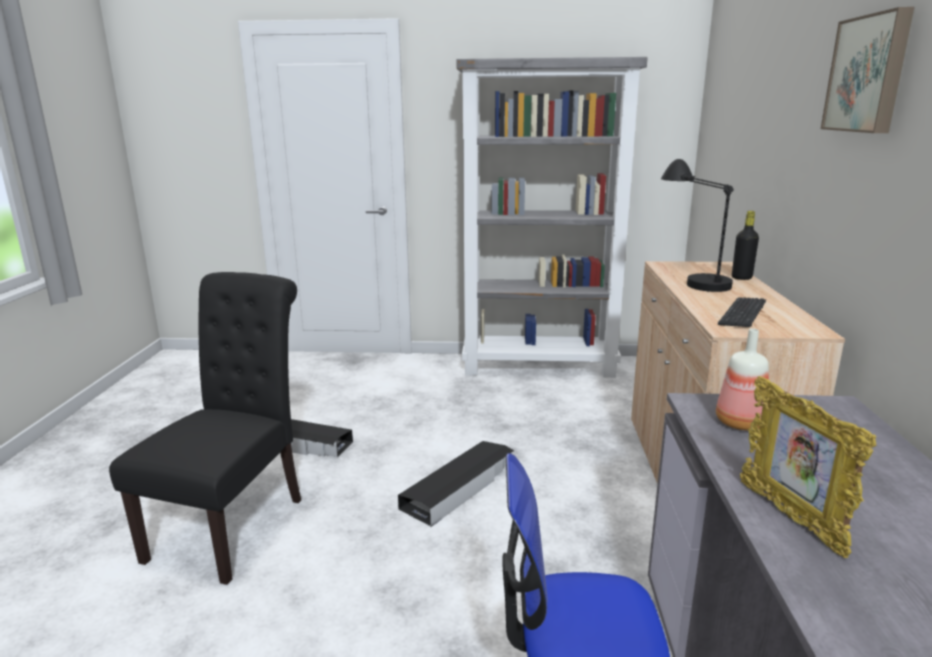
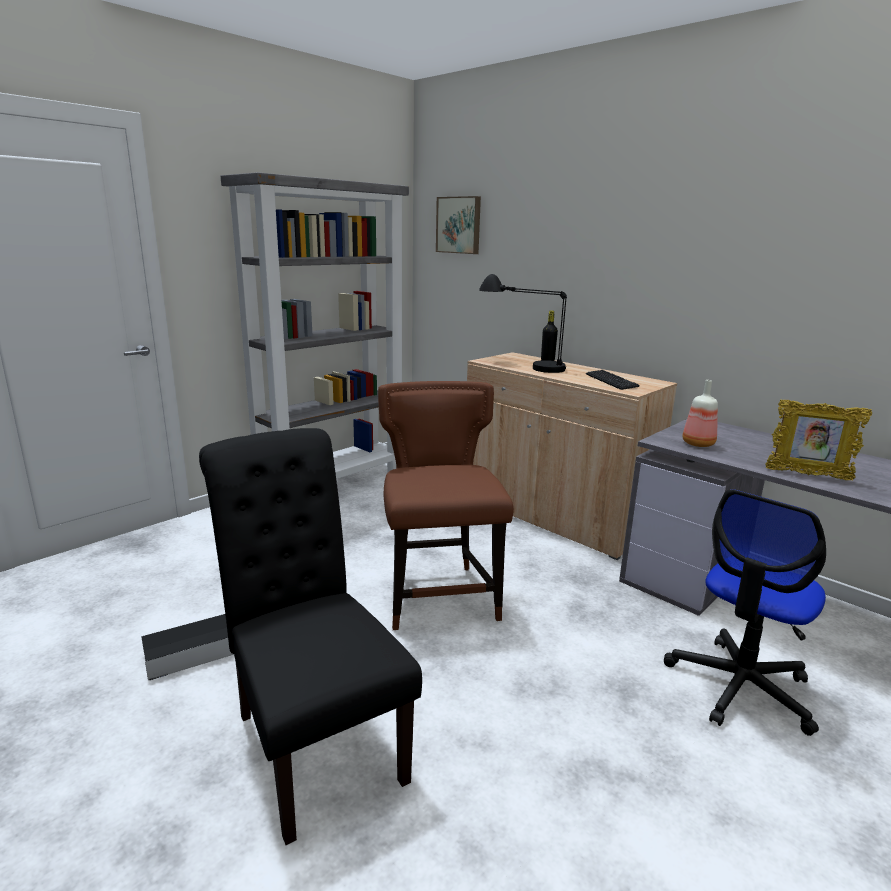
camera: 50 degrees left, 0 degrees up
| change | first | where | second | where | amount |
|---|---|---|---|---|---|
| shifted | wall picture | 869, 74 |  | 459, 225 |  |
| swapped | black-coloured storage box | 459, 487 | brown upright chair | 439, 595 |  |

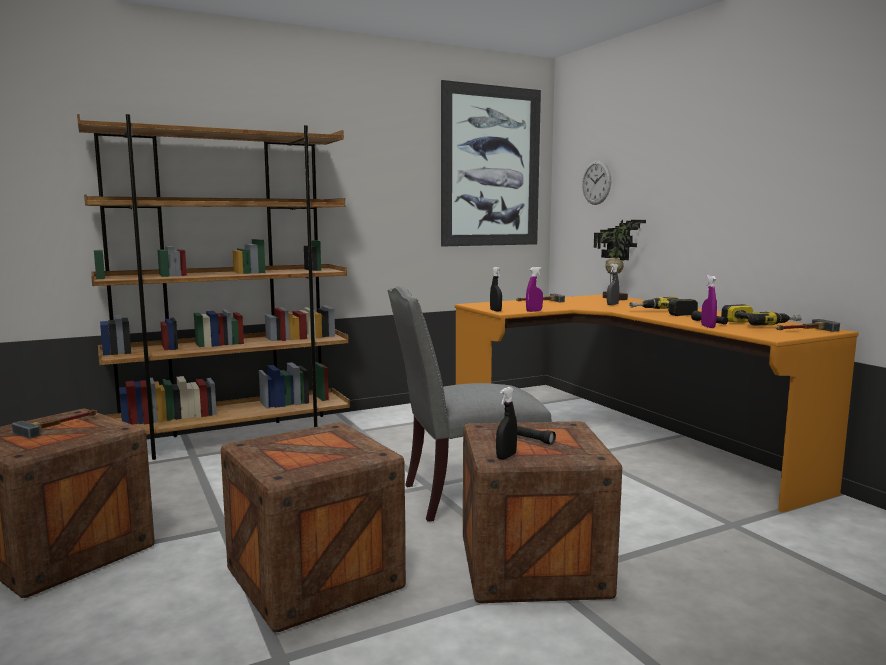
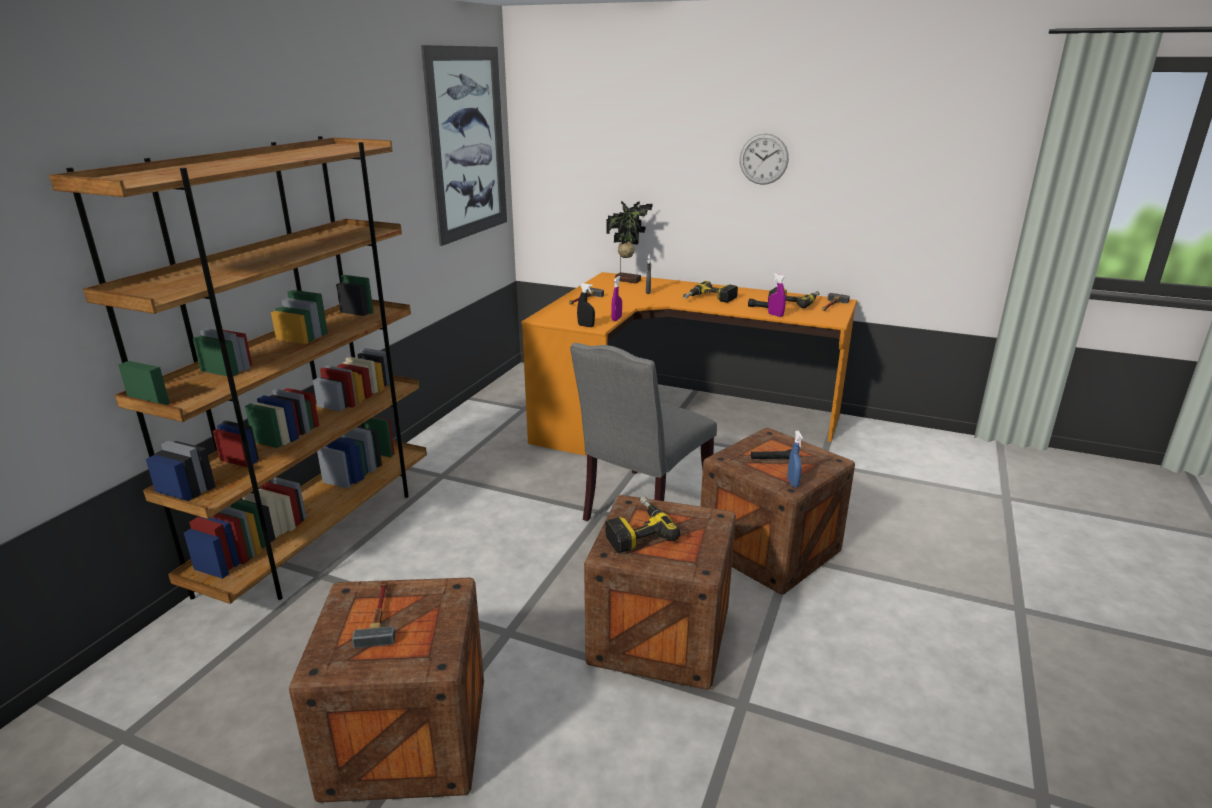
camera: 40 degrees left, 15 degrees up
| change | first | where | second | where | amount |
|---|---|---|---|---|---|
| shifted | hanging clock | 596, 182 |  | 763, 159 |  |
| repainted | black-coloured hand sprayer | 506, 456 | blue hand sprayer | 792, 483 |  |
| new |  |  | electric drill | 636, 531 |  |

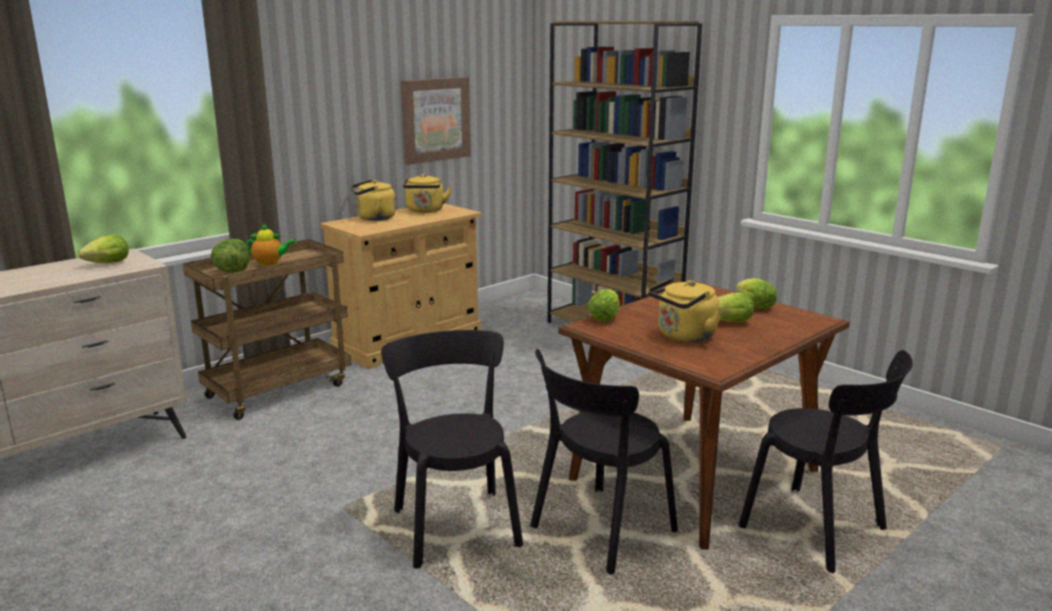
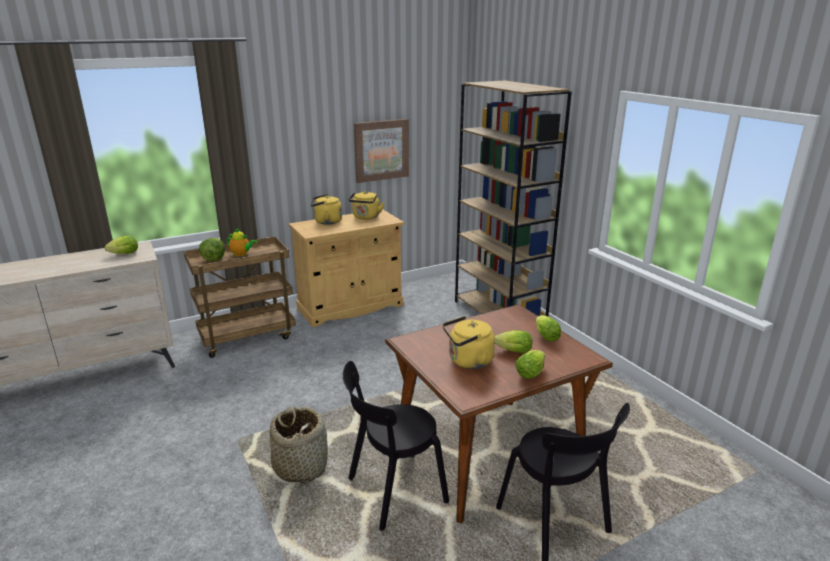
camera: 15 degrees right, 5 degrees up
| change | first | where | second | where | amount |
|---|---|---|---|---|---|
| shifted | head of lettuce | 606, 317 |  | 531, 372 |  |
| swapped | black-coloured upright chair | 455, 524 | storage basket | 301, 466 |  |

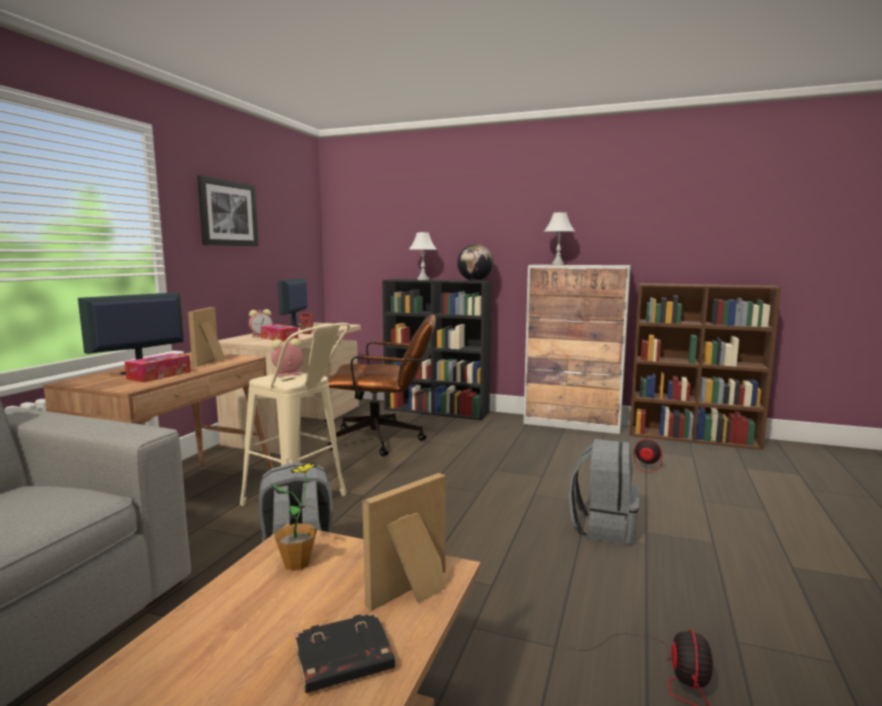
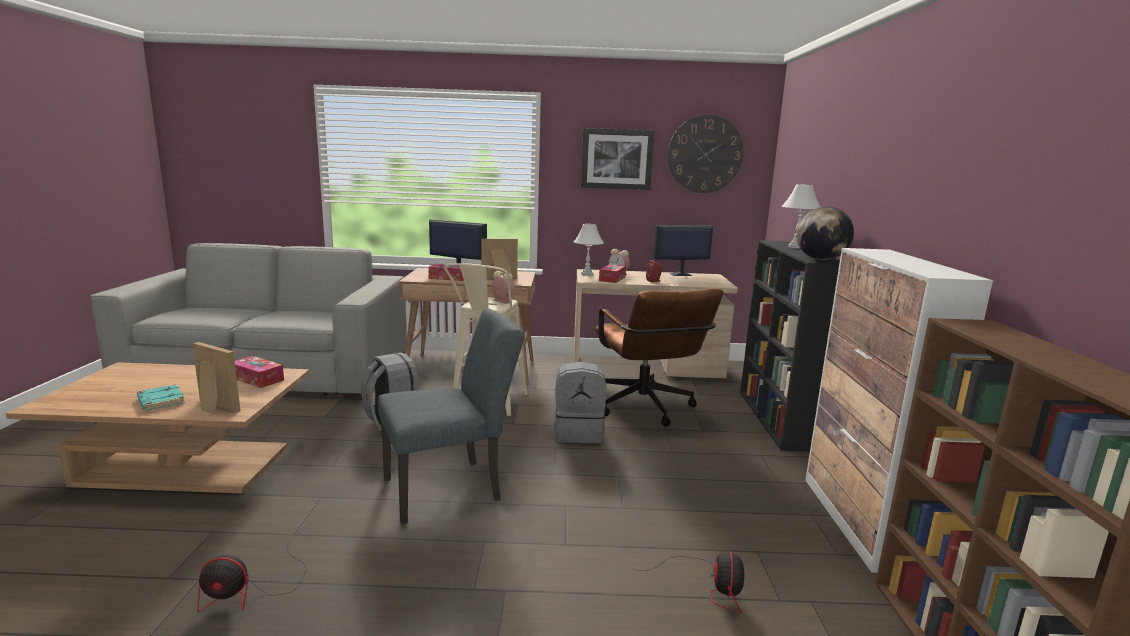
camera: 70 degrees right, 5 degrees up
| change | first | where | second | where | amount |
|---|---|---|---|---|---|
| shifted | white-coloured lamp for a table | 558, 264 |  | 587, 274 |  |
| shifted | gray knapsack | 603, 527 |  | 579, 433 |  |
| swapped | potted plant | 297, 563 | tissue holder | 257, 379 |  |
| repainted | black-coloured bound book | 343, 660 | turquoise-coloured bound book | 160, 401 |  |
| new |  |  | hanging clock | 705, 154 |  |
| new |  |  | gray upright chair | 451, 488 |  |

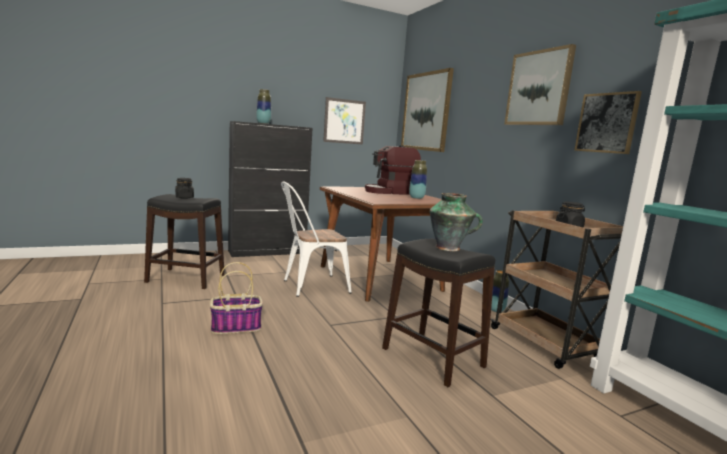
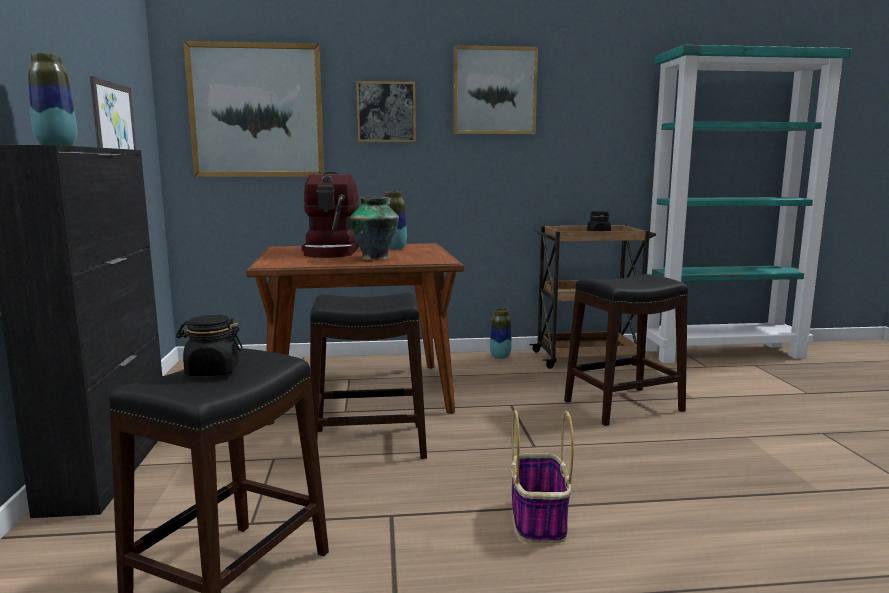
camera: 70 degrees left, 0 degrees up
| change | first | where | second | where | amount |
|---|---|---|---|---|---|
| shifted | wall picture | 607, 123 |  | 386, 112 |  |
| swapped | white-coloured upright chair | 310, 286 | black-coloured stool | 369, 444 |  |
| shifted | vase | 449, 248 |  | 376, 258 |  |

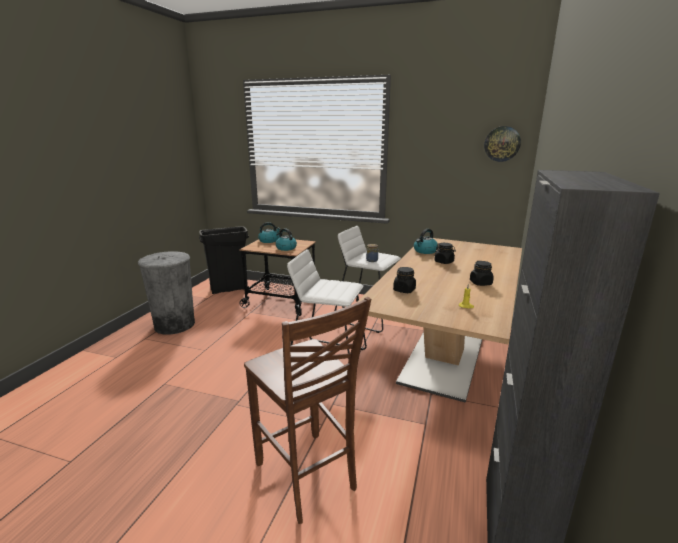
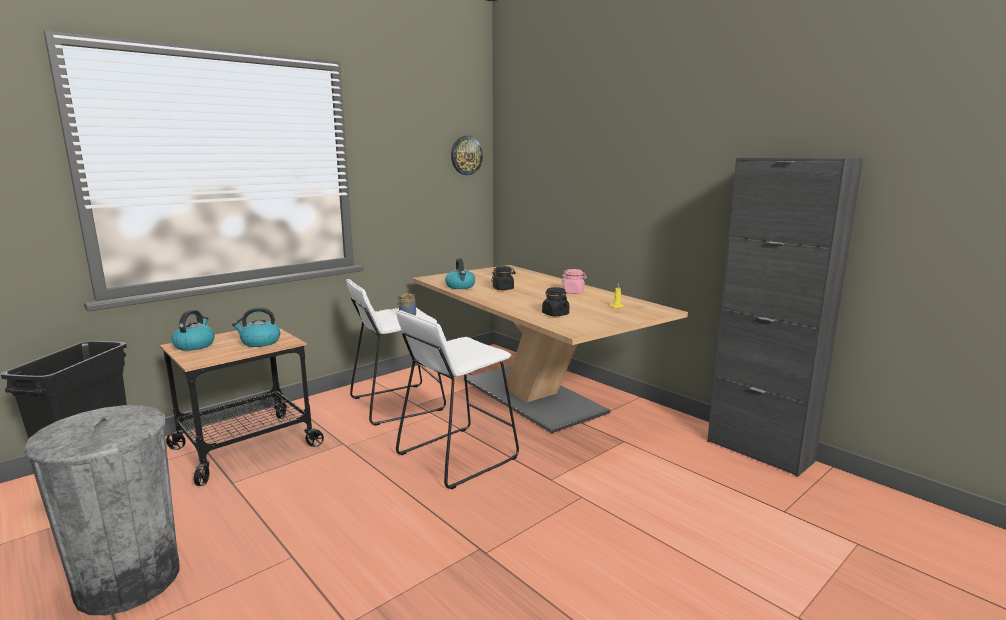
camera: 60 degrees left, 5 degrees down
| change | first | where | second | where | amount |
|---|---|---|---|---|---|
| repainted | black-coloured jar | 480, 283 | pink-coloured jar | 573, 292 |  |
| gone | brown upright chair | 307, 477 |  |  |  |

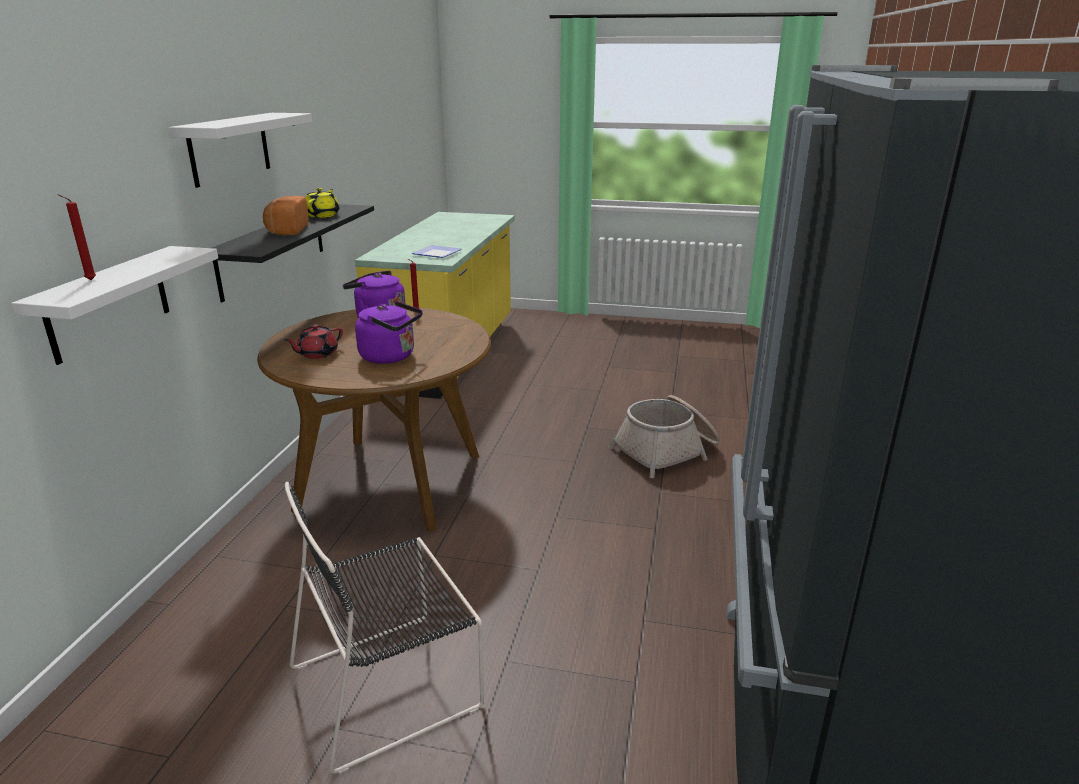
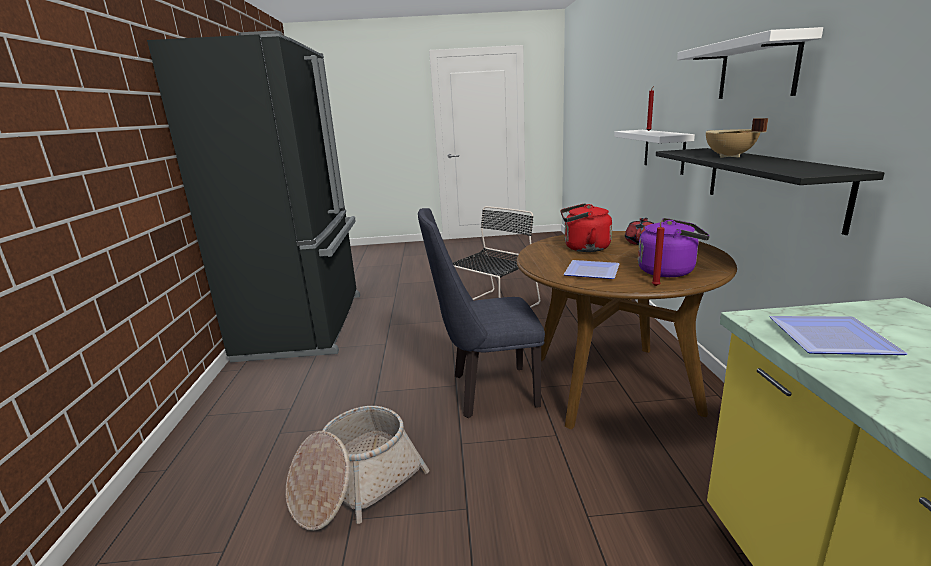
camera: 165 degrees right, 5 degrees down
| change | first | where | second | where | amount |
|---|---|---|---|---|---|
| gone | yellow-coloured tea pot | 323, 215 |  |  |  |
| swapped | bread | 287, 230 | beige stockpot | 729, 156 |  |
| repainted | purple-coloured tea kettle | 391, 357 | red-coloured tea kettle | 583, 248 |  |
| new |  |  | blue upright chair | 486, 391 |  |
| new |  |  | flat dish | 594, 272 |  |

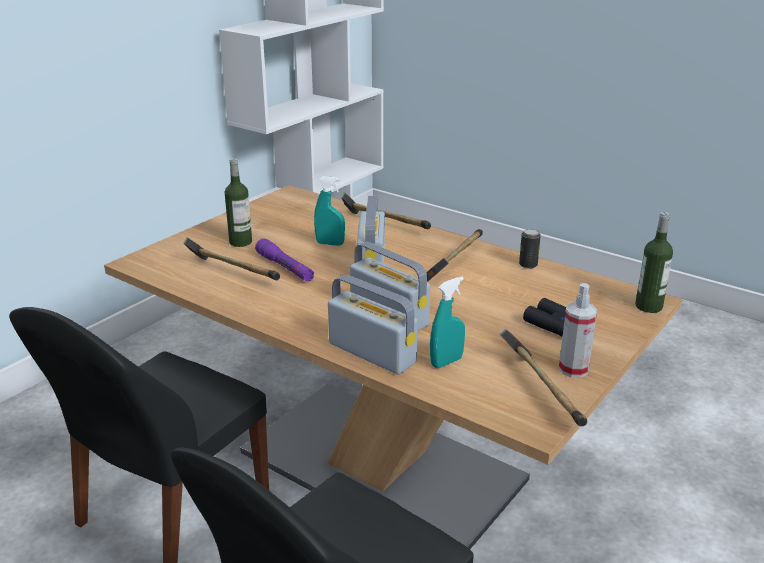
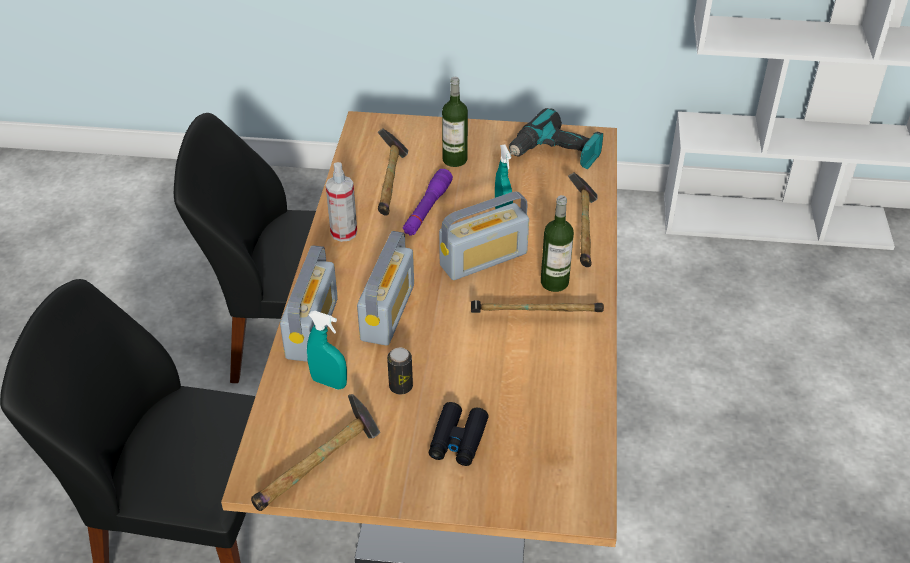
camera: 60 degrees right, 15 degrees up
| change | first | where | second | where | amount |
|---|---|---|---|---|---|
| shifted | bottle | 648, 306 |  | 554, 282 |  |
| shifted | metal can | 528, 265 |  | 401, 386 |  |
| shifted | hand sprayer | 573, 369 |  | 344, 233 |  |
| new |  |  | electric drill | 555, 154 |  |

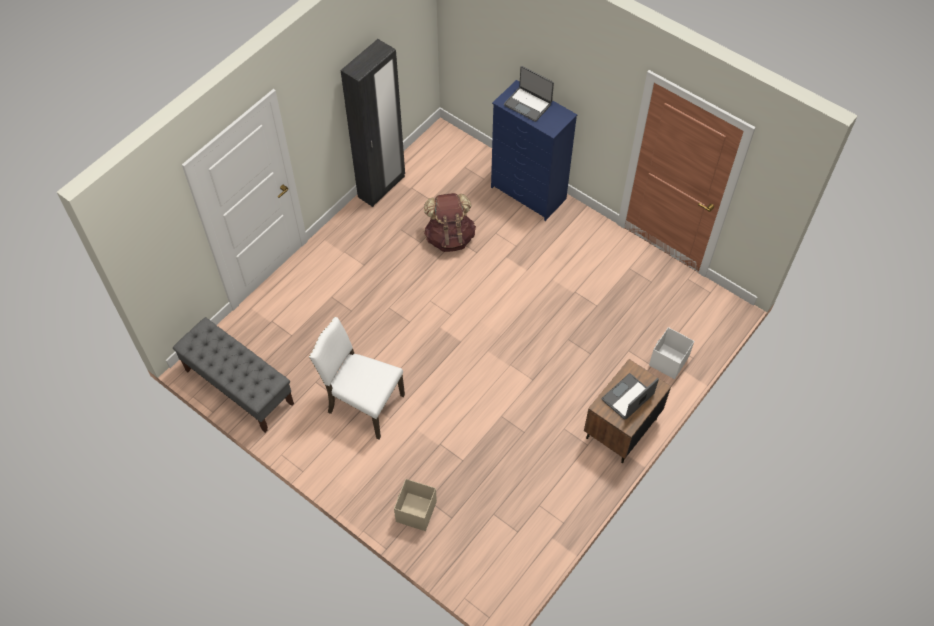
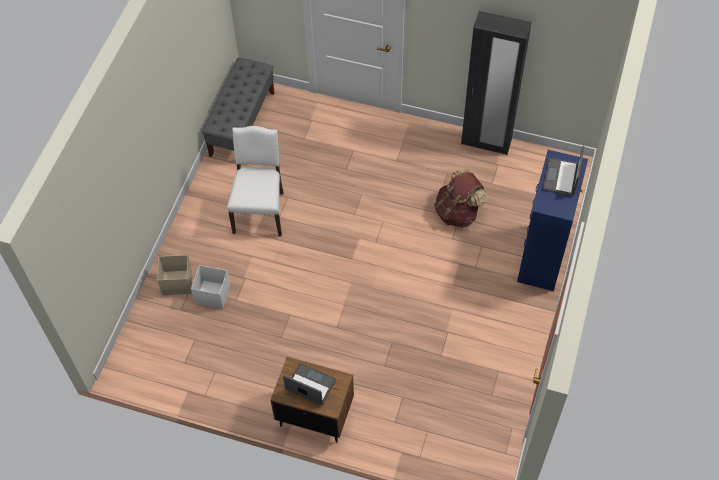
camera: 70 degrees right, 0 degrees up
| change | first | where | second | where | amount |
|---|---|---|---|---|---|
| shifted | white-coloured storage box | 668, 361 |  | 212, 294 |  |

